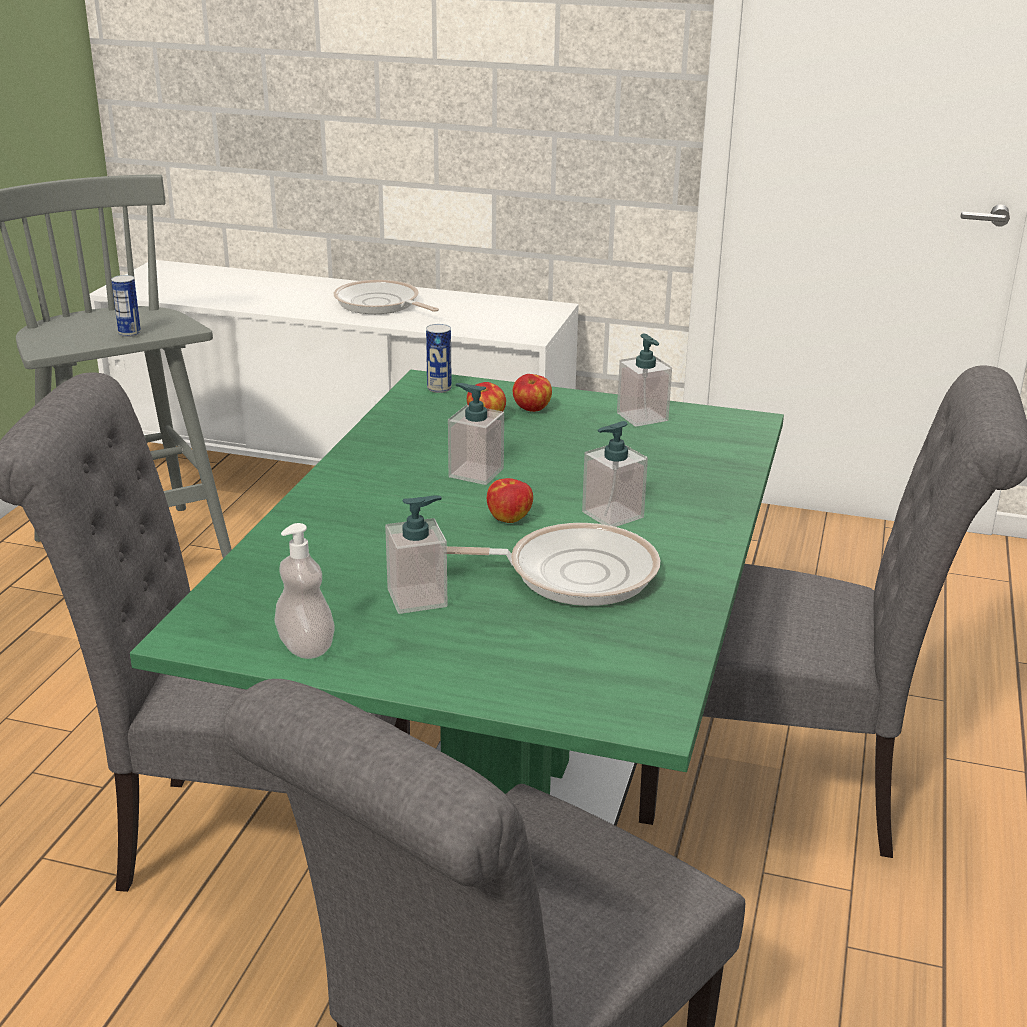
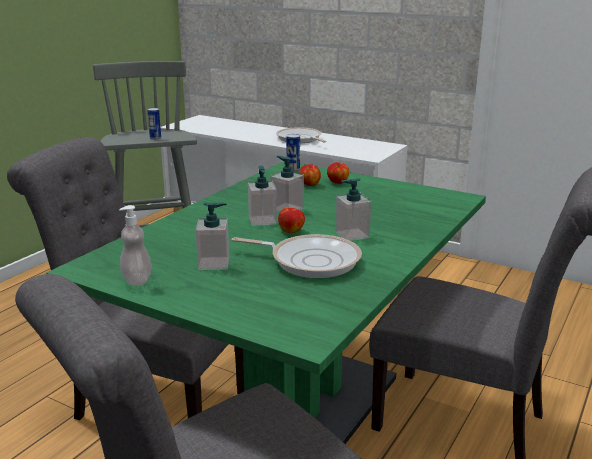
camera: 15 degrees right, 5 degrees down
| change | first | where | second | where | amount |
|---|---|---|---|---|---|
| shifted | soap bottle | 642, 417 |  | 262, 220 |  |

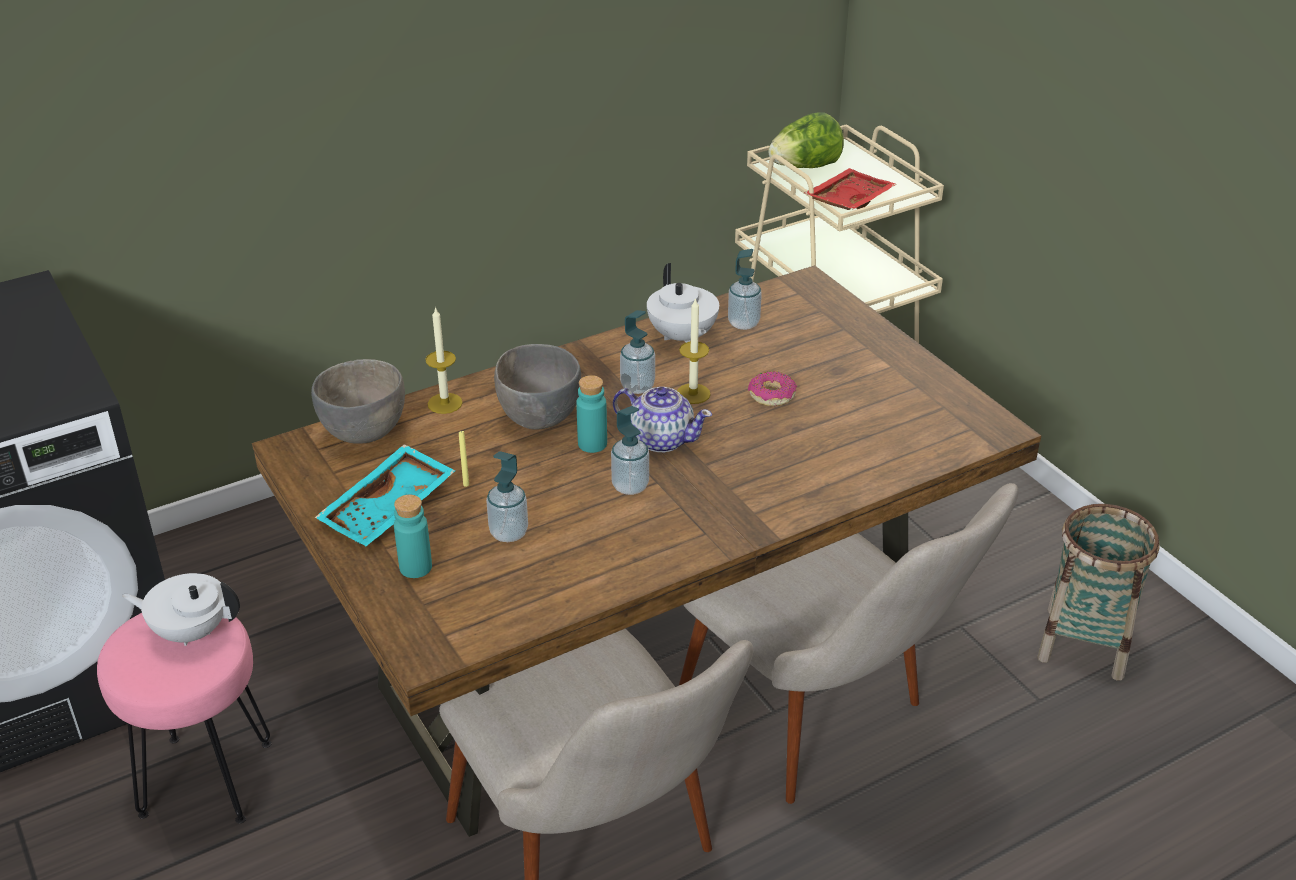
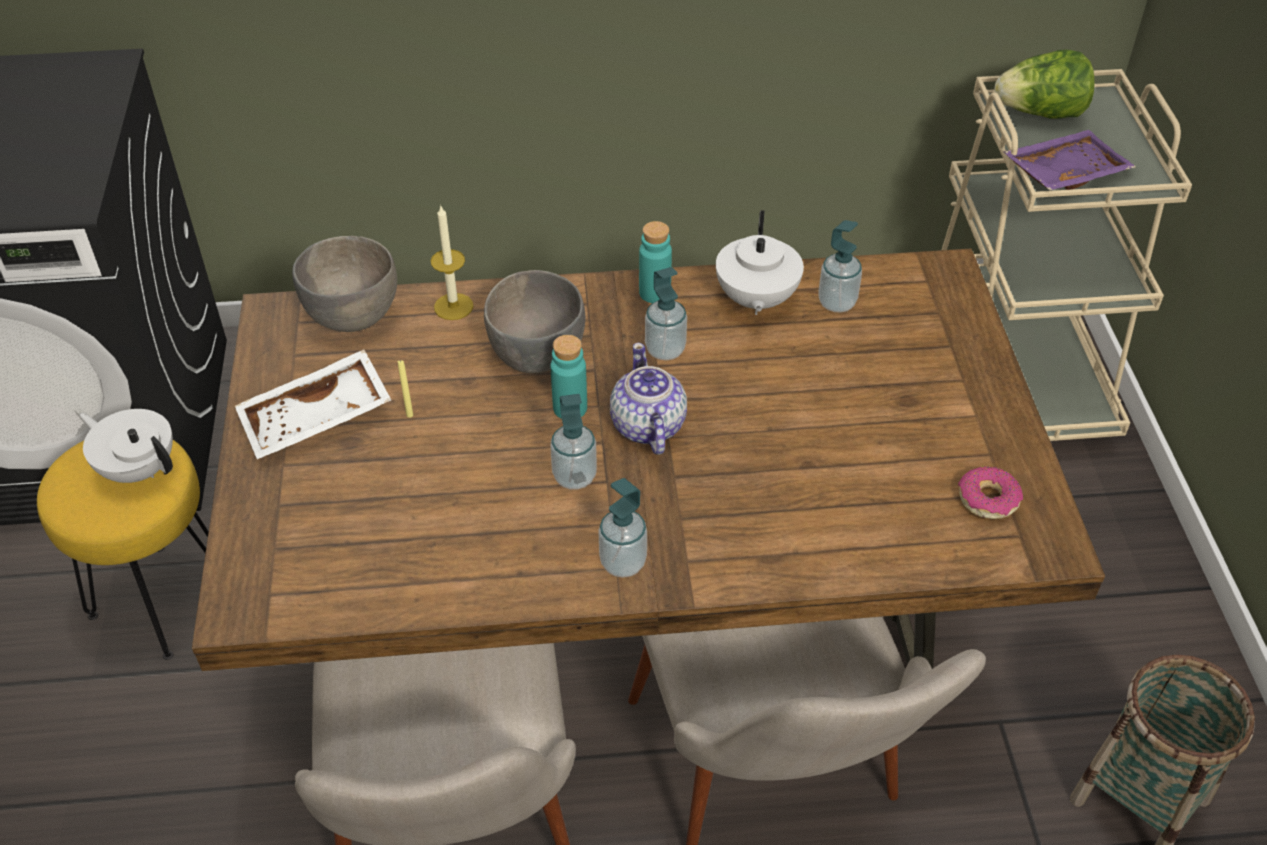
camera: 25 degrees right, 10 degrees up
| change | first | where | second | where | amount |
|---|---|---|---|---|---|
| repainted | red-coloured tray | 848, 201 | purple-coloured tray | 1063, 173 |  |
| gone | wax light | 693, 394 |  |  |  |
| shifted | ring doughnut | 772, 396 |  | 987, 499 |  |
| rotated | tea pot | 661, 439 |  | 647, 426 | 150 degrees counterclockwise |
| repainted | turquoise-coloured tray | 389, 510 | white-coloured tray | 317, 420 |  |
| shifted | soap bottle | 508, 533 |  | 623, 563 |  |
| shifted | turquoise-coloured bottle | 415, 567 |  | 654, 293 |  |
| repainted | pink-coloured stool | 205, 777 | yellow-coloured stool | 163, 598 |  |

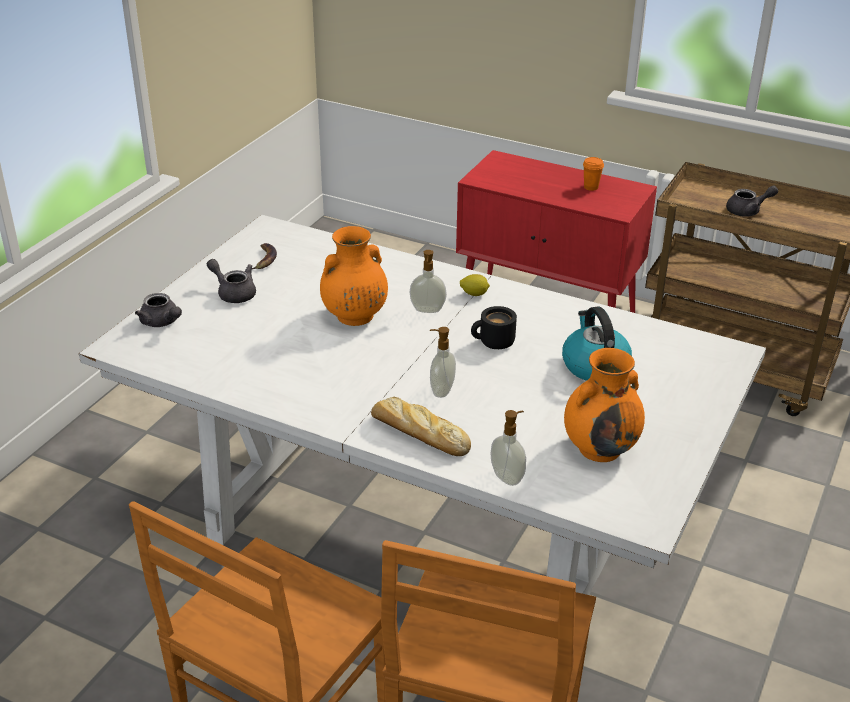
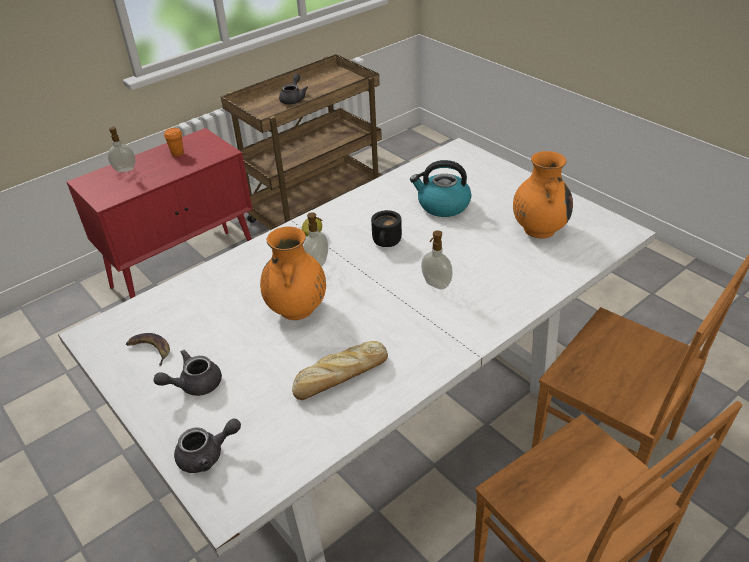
camera: 65 degrees left, 5 degrees up
| change | first | where | second | where | amount |
|---|---|---|---|---|---|
| shifted | bread | 418, 434 |  | 339, 377 |  |
| shifted | soap bottle | 508, 477 |  | 125, 169 |  |

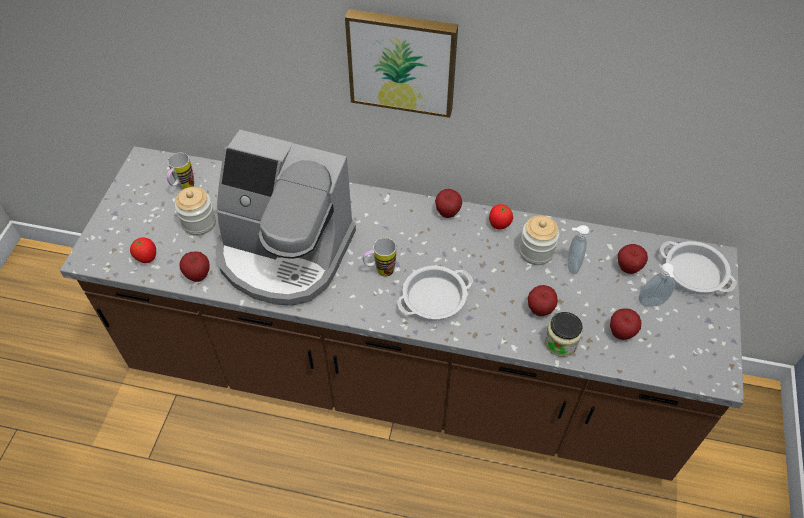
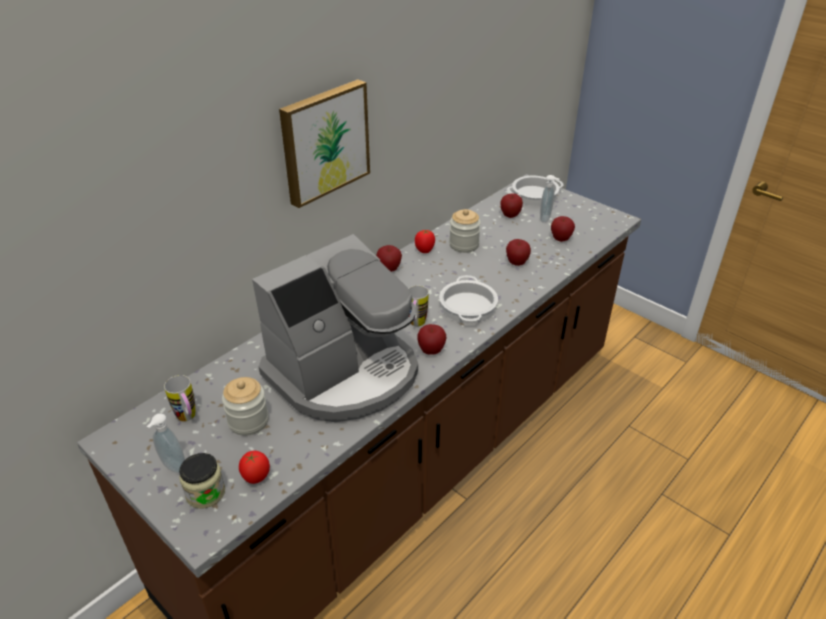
camera: 60 degrees left, 15 degrees down
| change | first | where | second | where | amount |
|---|---|---|---|---|---|
| shifted | soap bottle | 571, 265 |  | 172, 467 |  |
| shifted | apple fruit | 198, 276 |  | 431, 351 |  |
| shifted | jar | 560, 343 |  | 205, 493 |  |

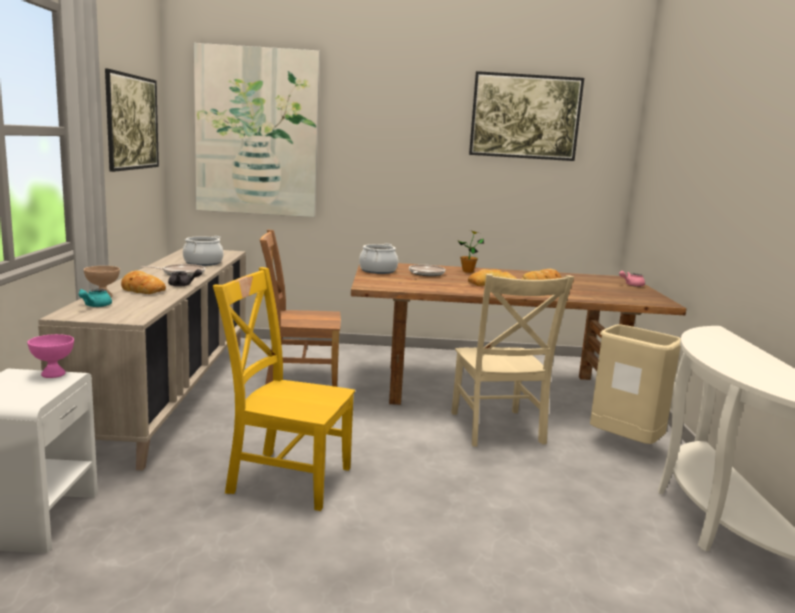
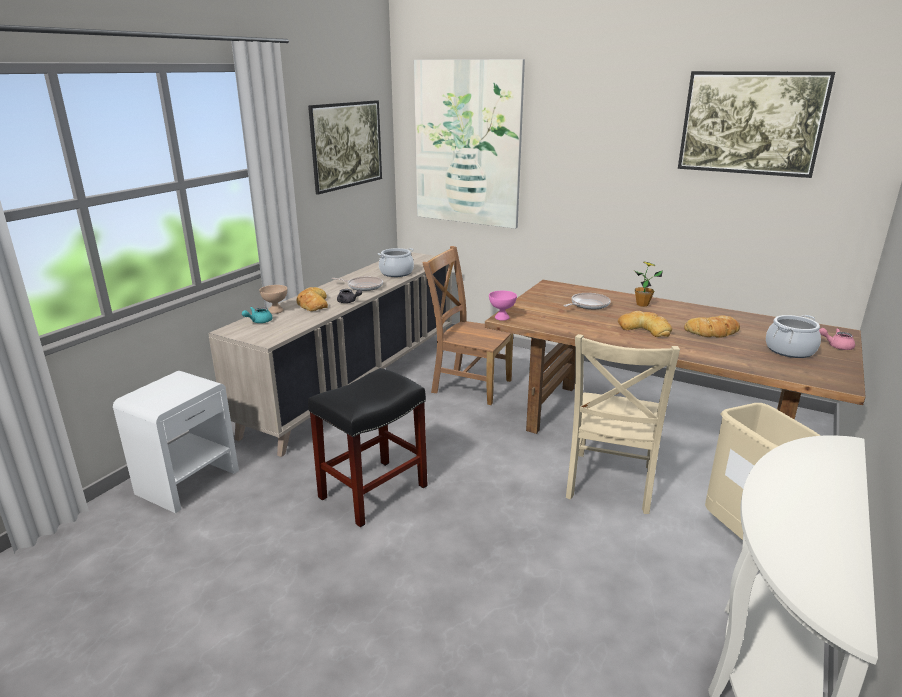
camera: 30 degrees right, 10 degrees up
| change | first | where | second | where | amount |
|---|---|---|---|---|---|
| shifted | stockpot | 378, 271 |  | 790, 350 |  |
| swapped | yellow-coloured upright chair | 285, 478 | black-coloured stool | 373, 491 |  |
| shifted | pink-coloured deep dish | 52, 374 |  | 501, 317 |  |

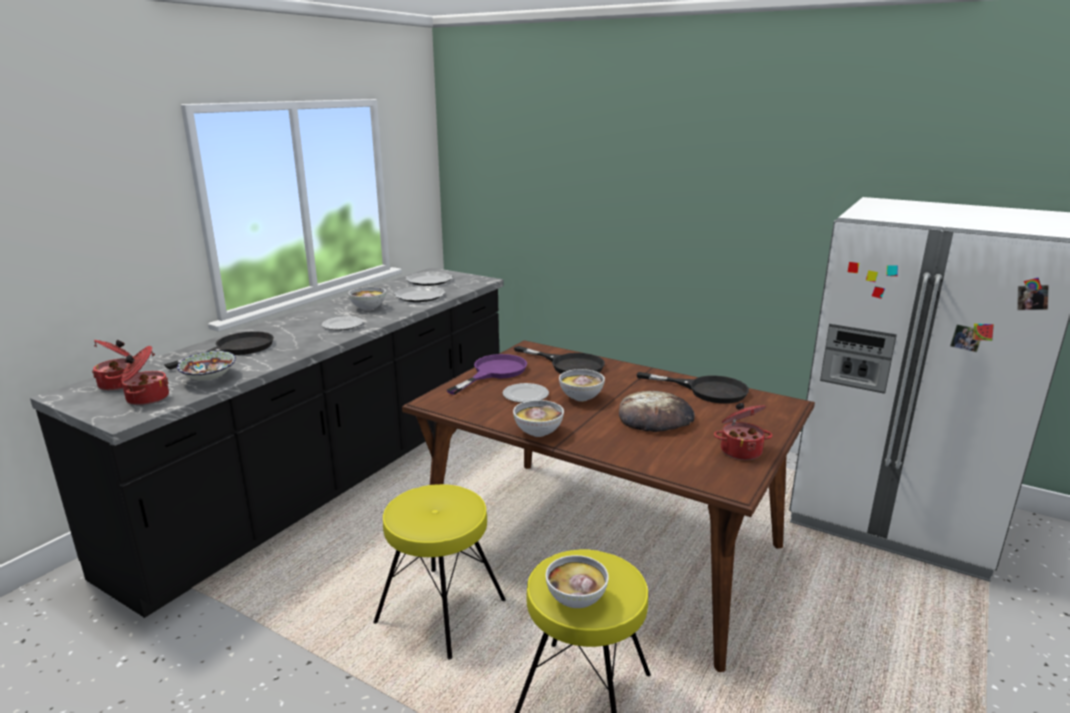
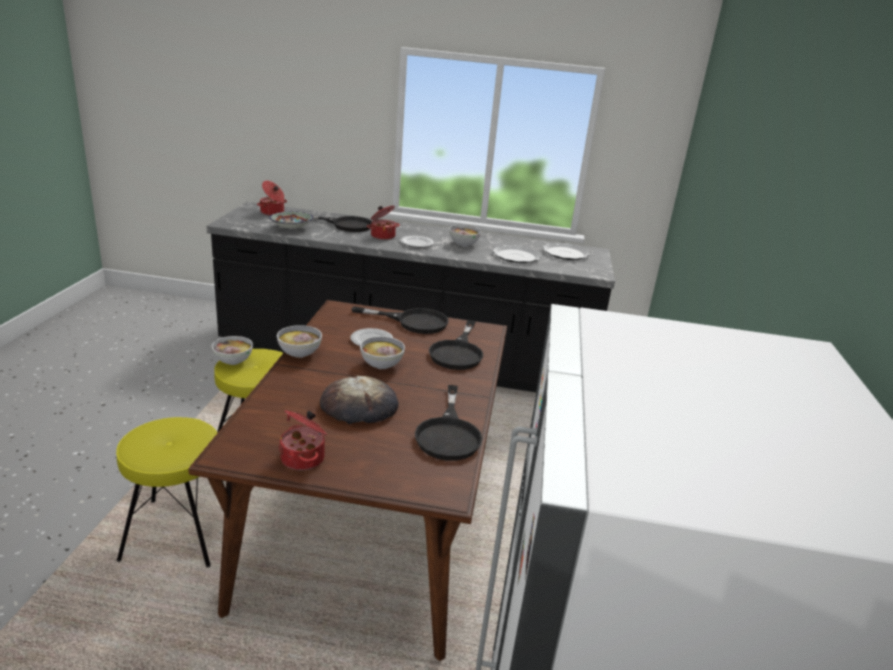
camera: 65 degrees right, 5 degrees up
| change | first | where | second | where | amount |
|---|---|---|---|---|---|
| shifted | stockpot | 146, 398 |  | 382, 236 |  |
| repainted | purple-coloured frying pan | 494, 372 | black-coloured frying pan | 413, 322 |  |
| shifted | deep dish | 575, 600 |  | 233, 361 |  |

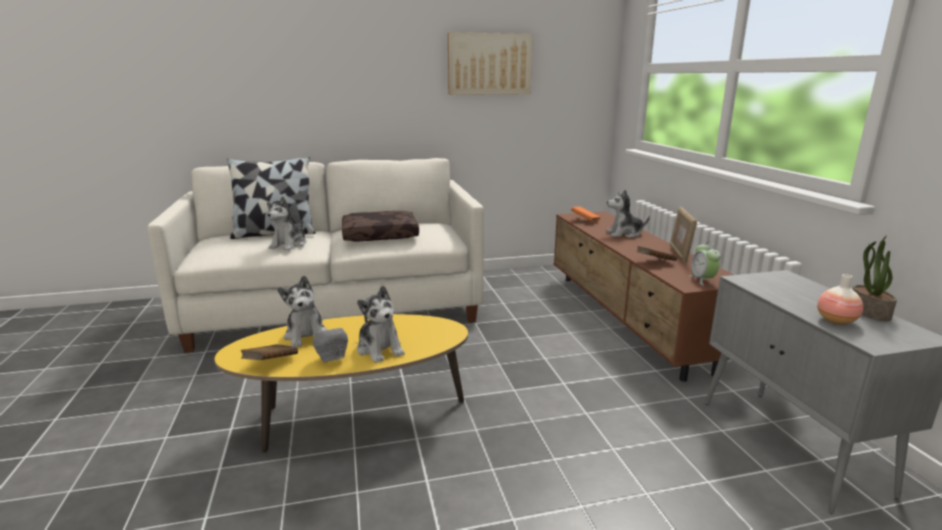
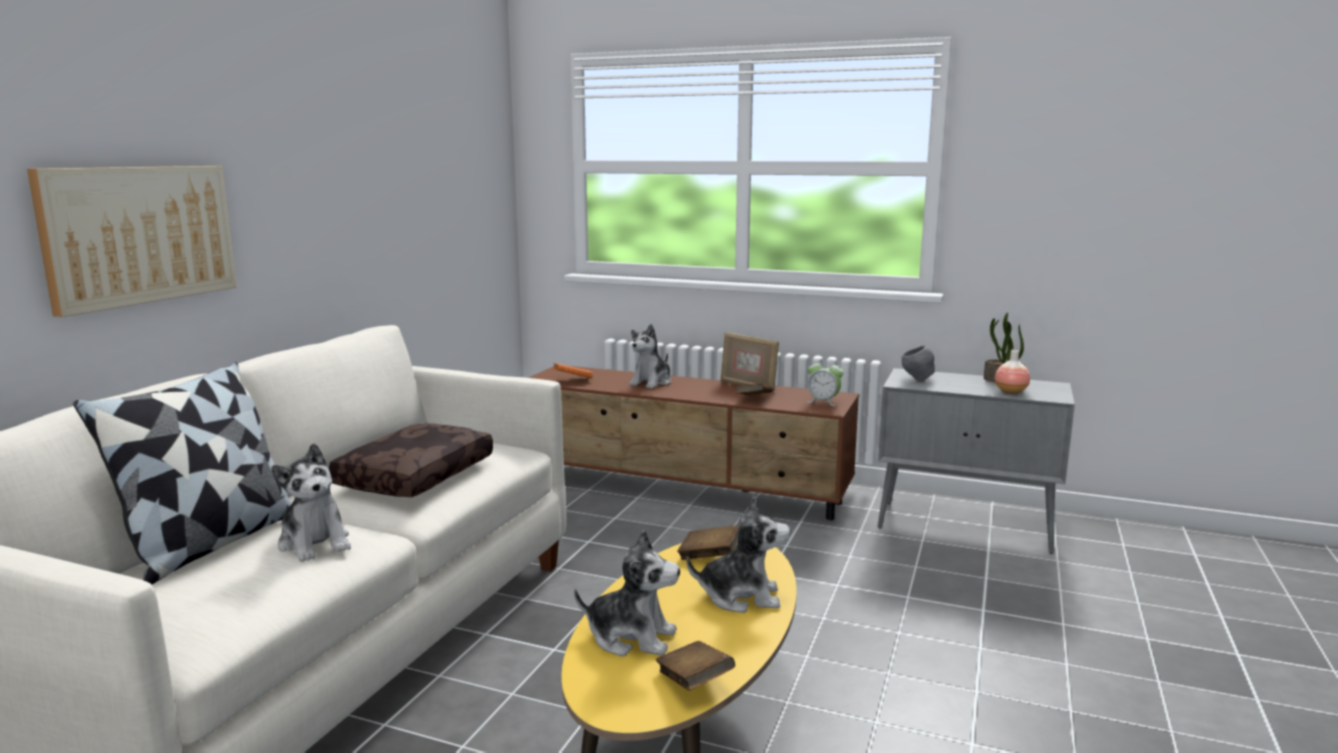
camera: 55 degrees left, 5 degrees down
| change | first | where | second | where | amount |
|---|---|---|---|---|---|
| shifted | wall picture | 489, 64 |  | 139, 234 |  |
| shifted | gray deep dish | 332, 360 |  | 917, 379 |  |
| new |  |  | brown bound book | 710, 556 |  |

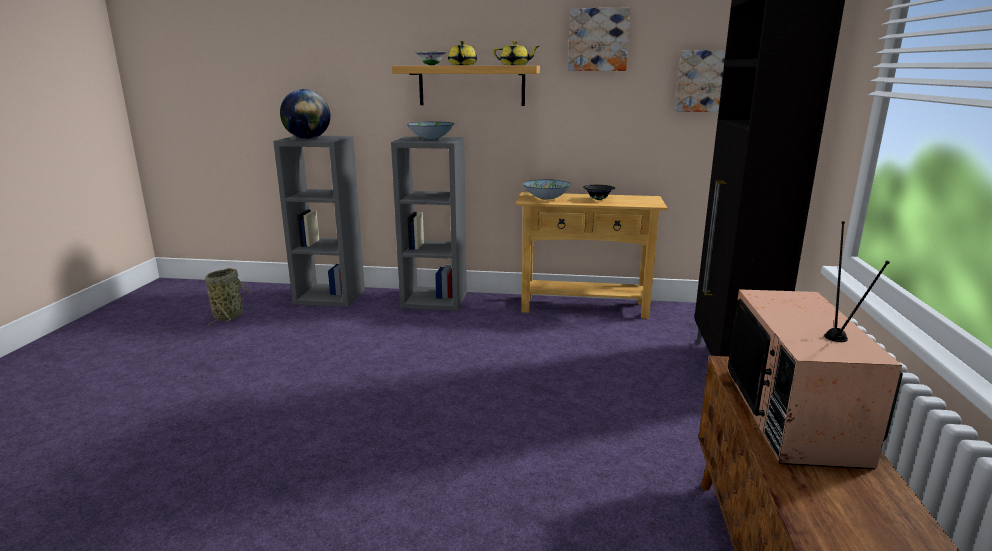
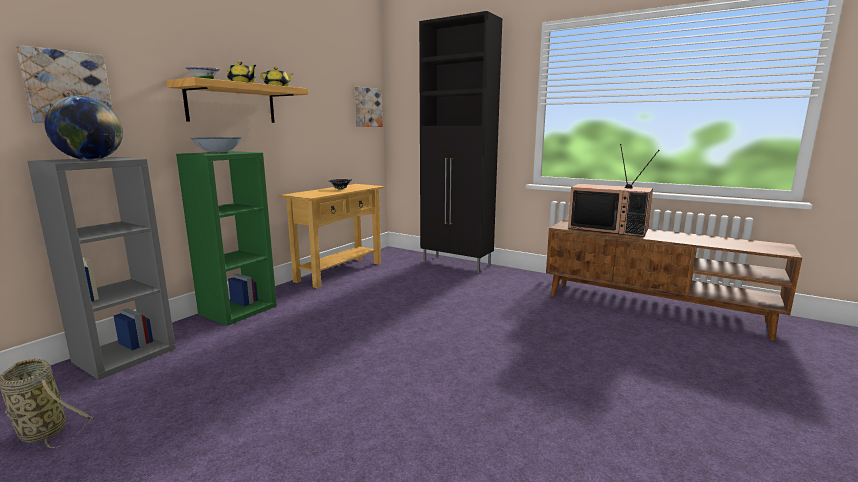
camera: 65 degrees left, 5 degrees down
| change | first | where | second | where | amount |
|---|---|---|---|---|---|
| shifted | wall picture | 598, 40 |  | 67, 87 |  |
| repainted | gray shelving unit | 435, 300 | greenish shelving unit | 238, 310 |  |
| gone | deep dish | 546, 198 |  |  |  |

